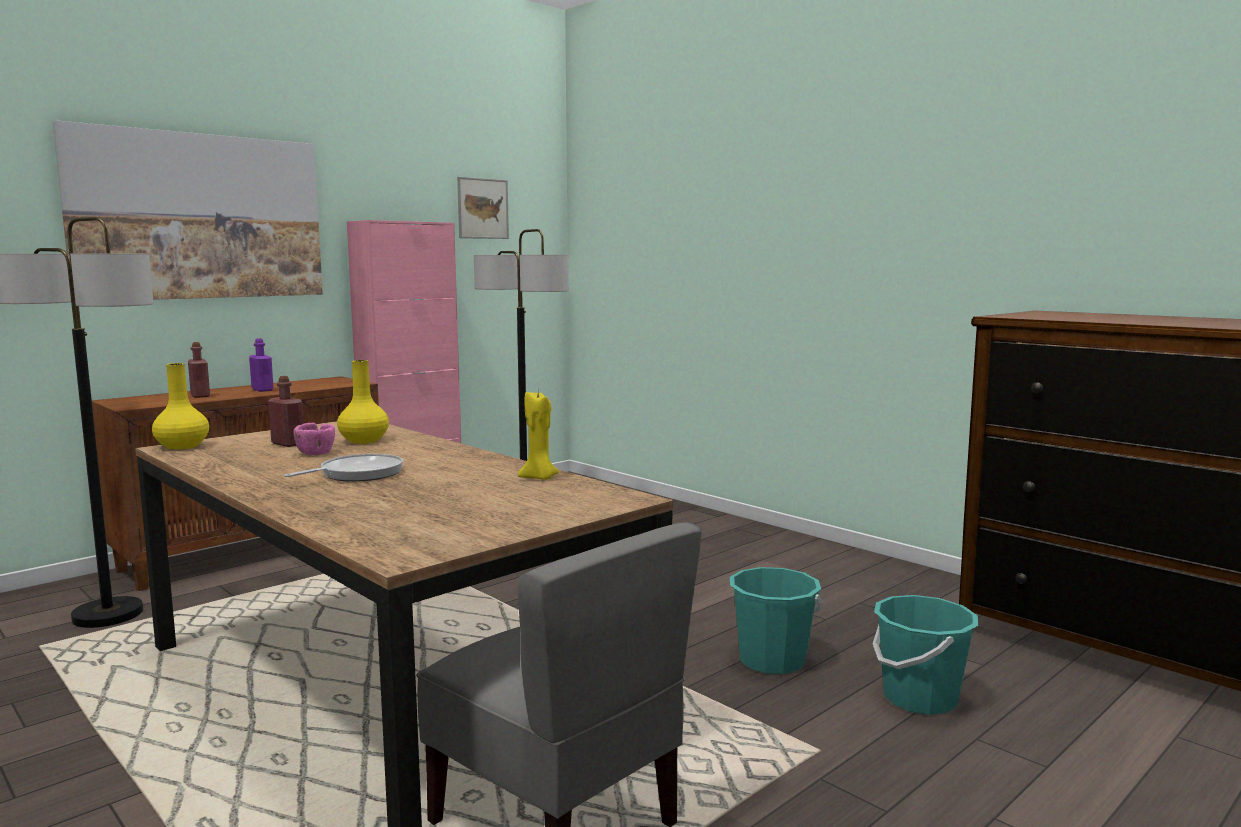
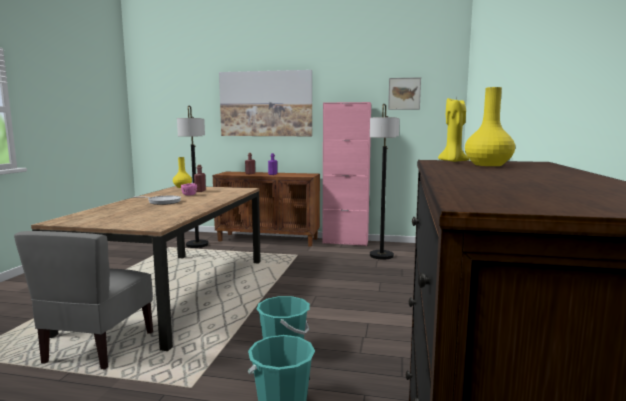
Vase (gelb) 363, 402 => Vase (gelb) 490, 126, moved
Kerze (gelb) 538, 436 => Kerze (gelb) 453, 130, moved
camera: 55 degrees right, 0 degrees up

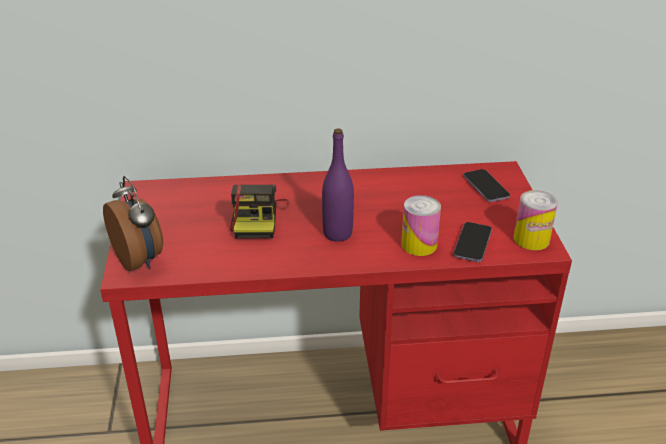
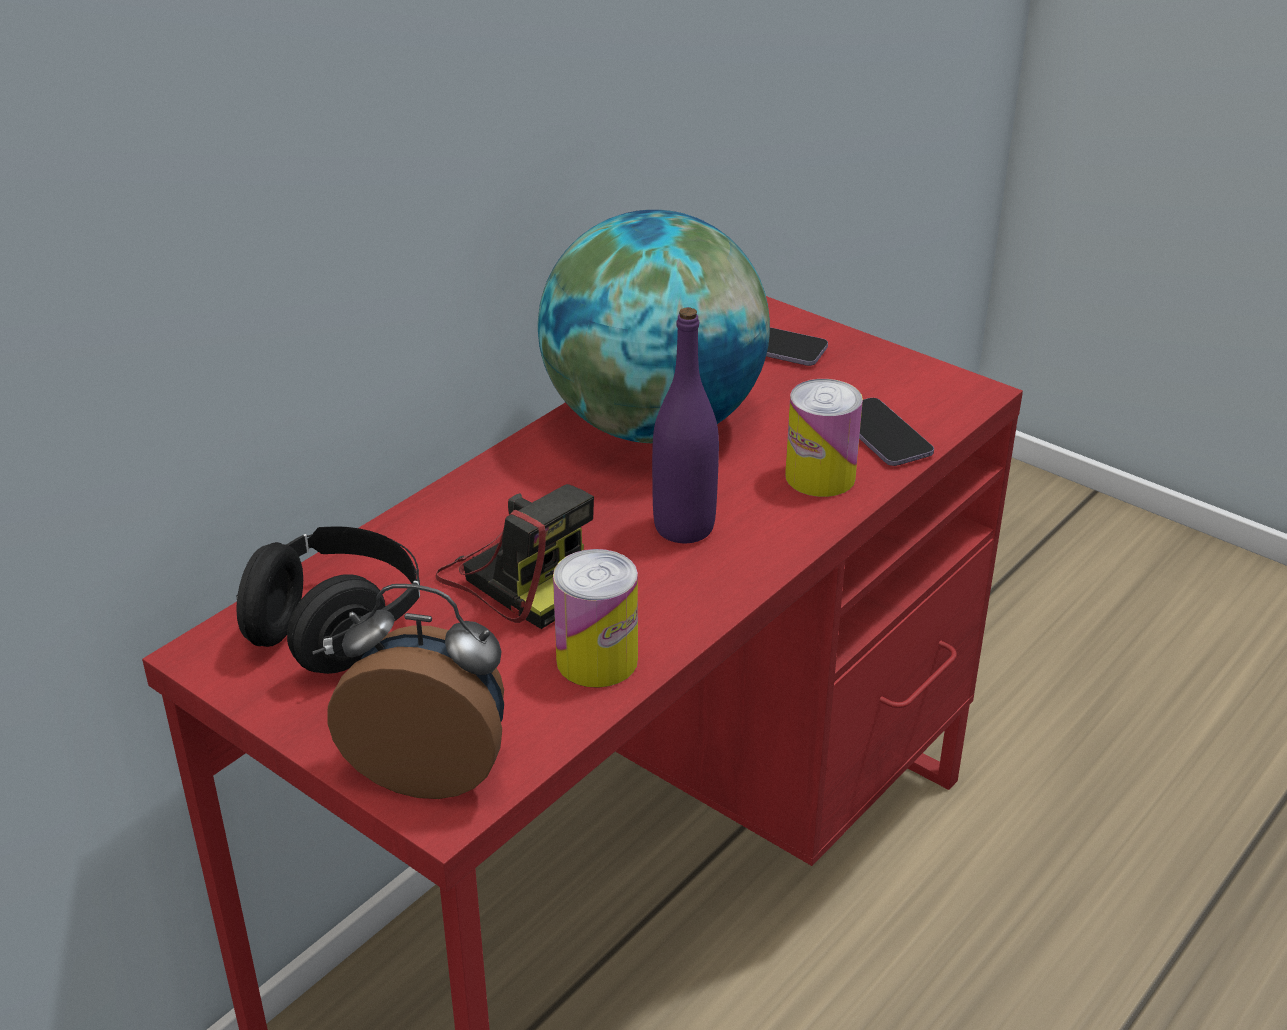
Dose 536, 220 => Dose 595, 618, moved
nothing => Kopfhörer (schwarz) 328, 600
nothing => Globus 654, 326
camera: 45 degrees left, 0 degrees up

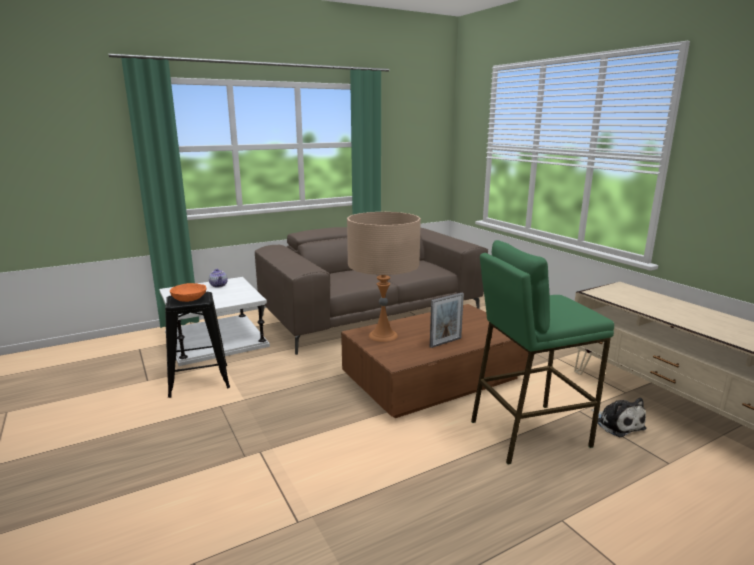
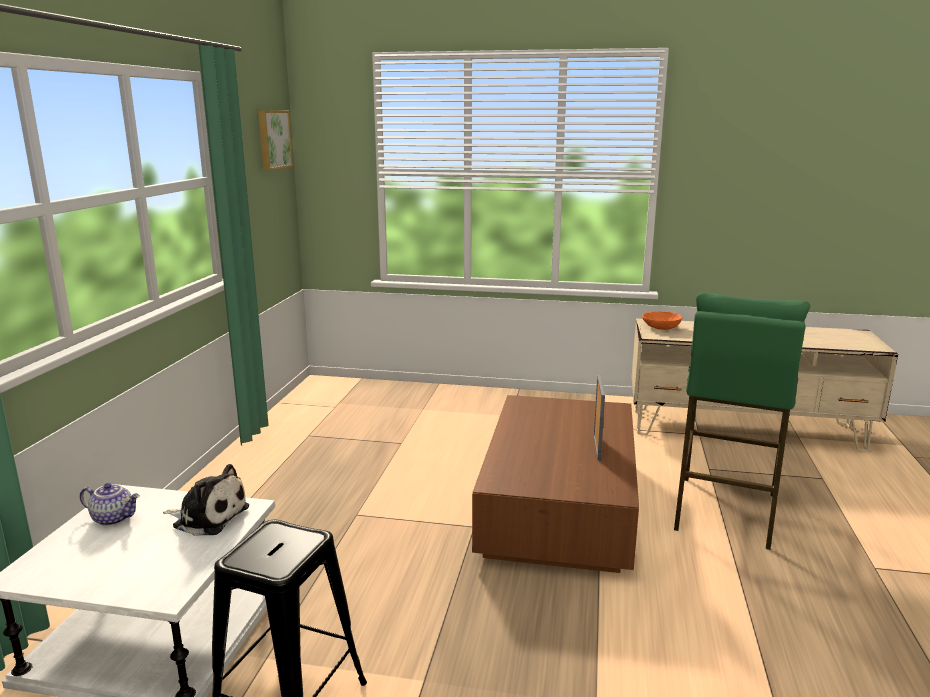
Schüssel (orange) 188, 292 => Schüssel (orange) 662, 320, moved
Sofa (braun) 371, 291 => nothing
Tischlampe (beige) 384, 277 => nothing
Plüschtier 618, 417 => Plüschtier 206, 500, moved
nothing => Bild 275, 140
camera: 50 degrees left, 0 degrees up

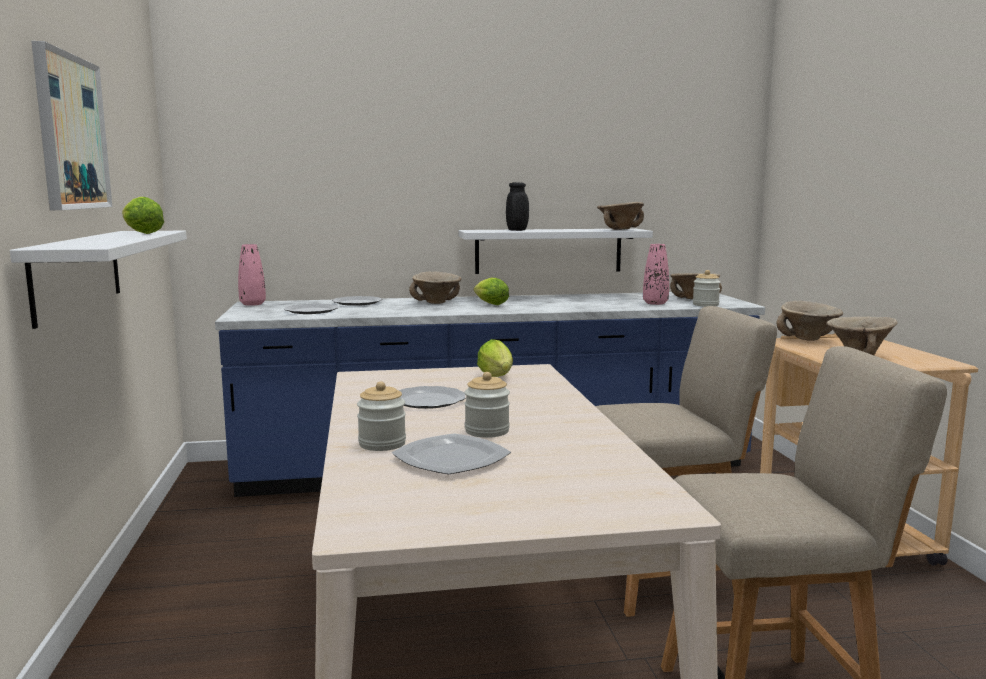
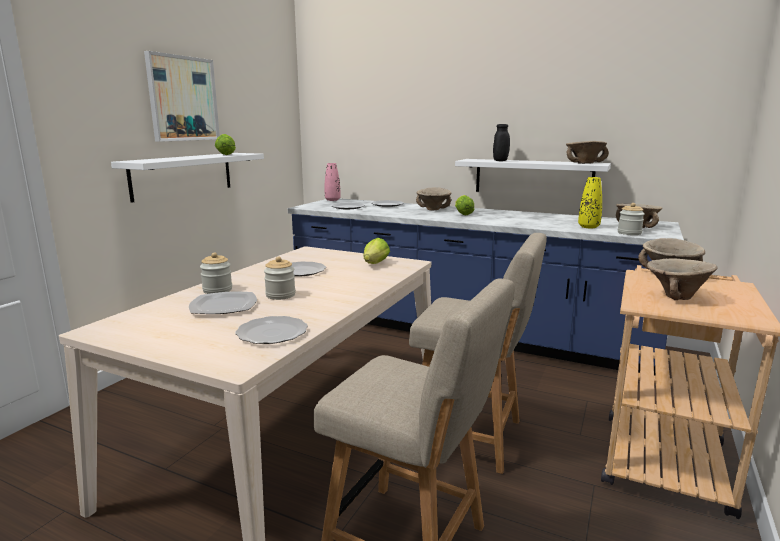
Vase (rosa) 656, 274 => Vase (gelb) 590, 202
nothing => Teller 271, 330
camera: 35 degrees right, 5 degrees up

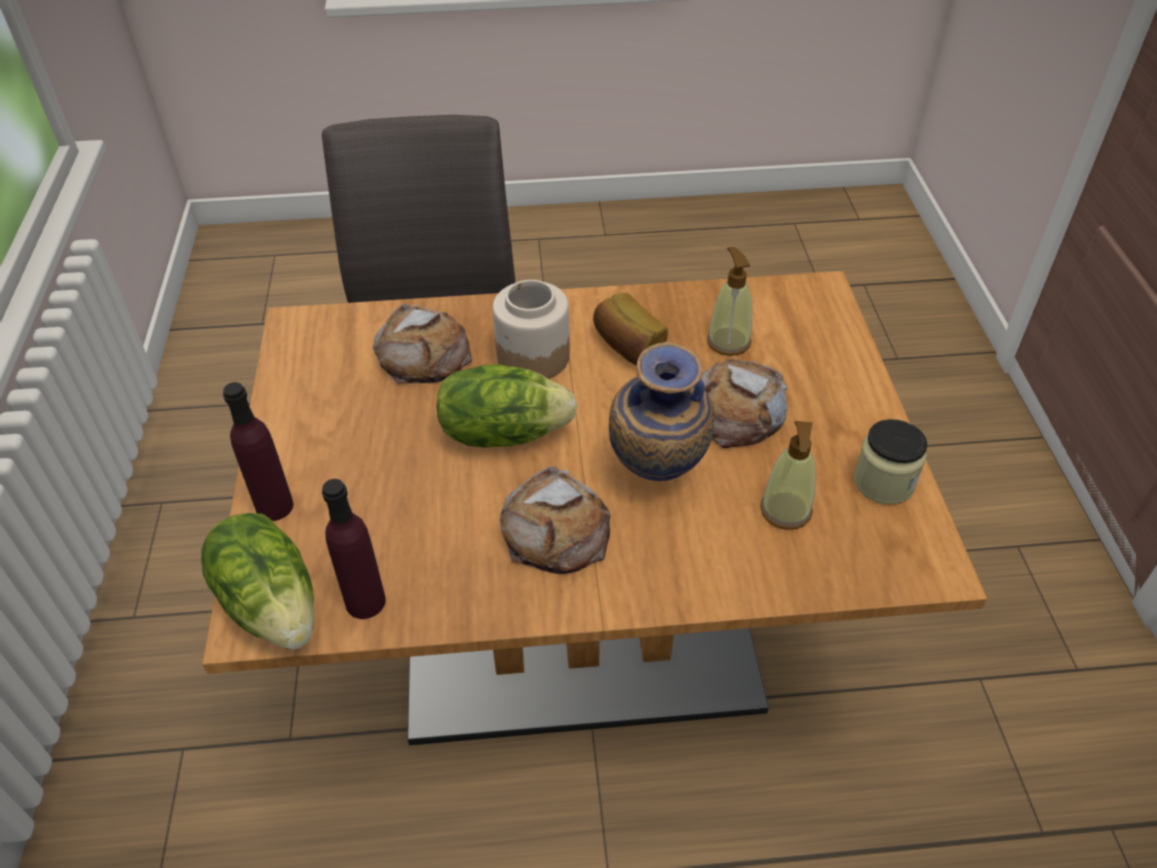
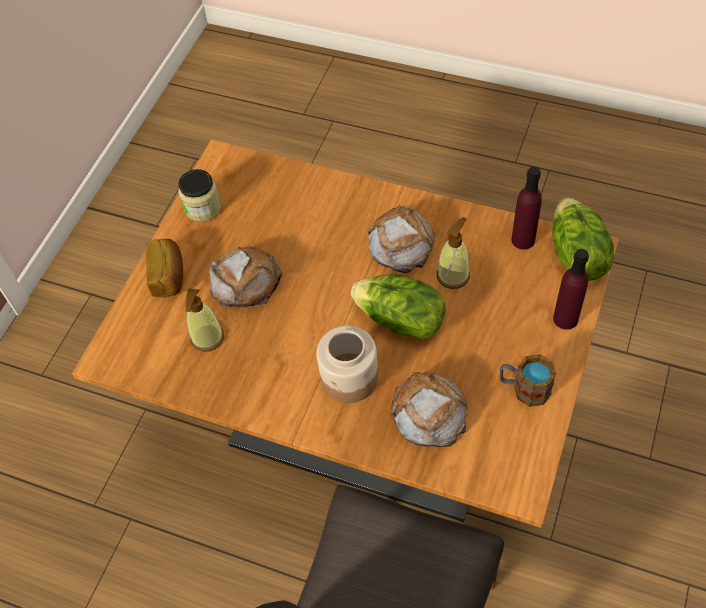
Brot 630, 329 => Brot 164, 268, moved
Vase 661, 411 => nothing
Seifenspender 788, 475 => Seifenspender 453, 253, moved
nothing => Henkelbecher 528, 380
camera: 150 degrees left, 10 degrees up

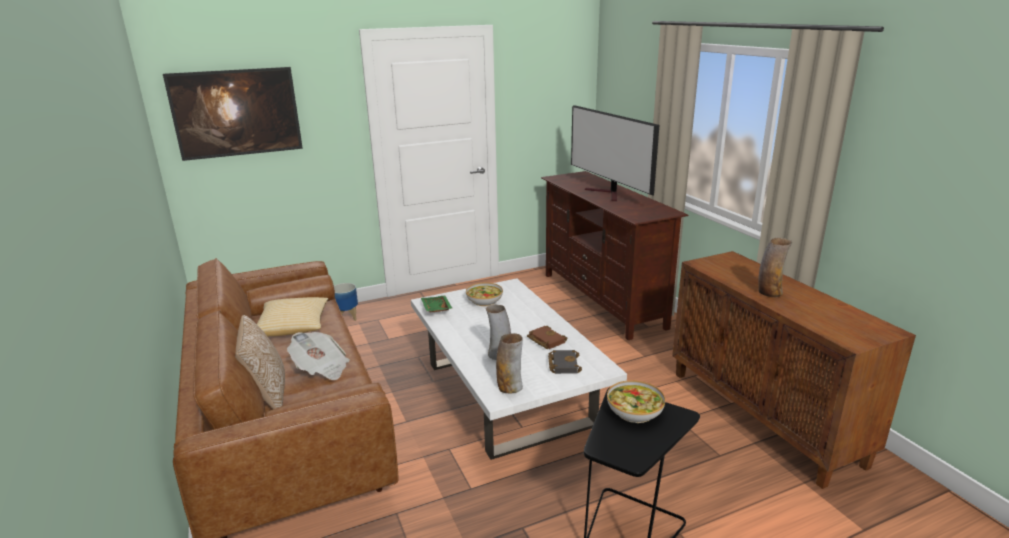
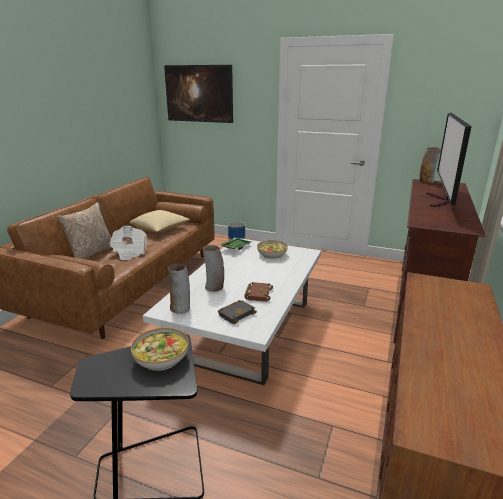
Vase 775, 267 => Vase 430, 165, moved
camera: 45 degrees right, 0 degrees up

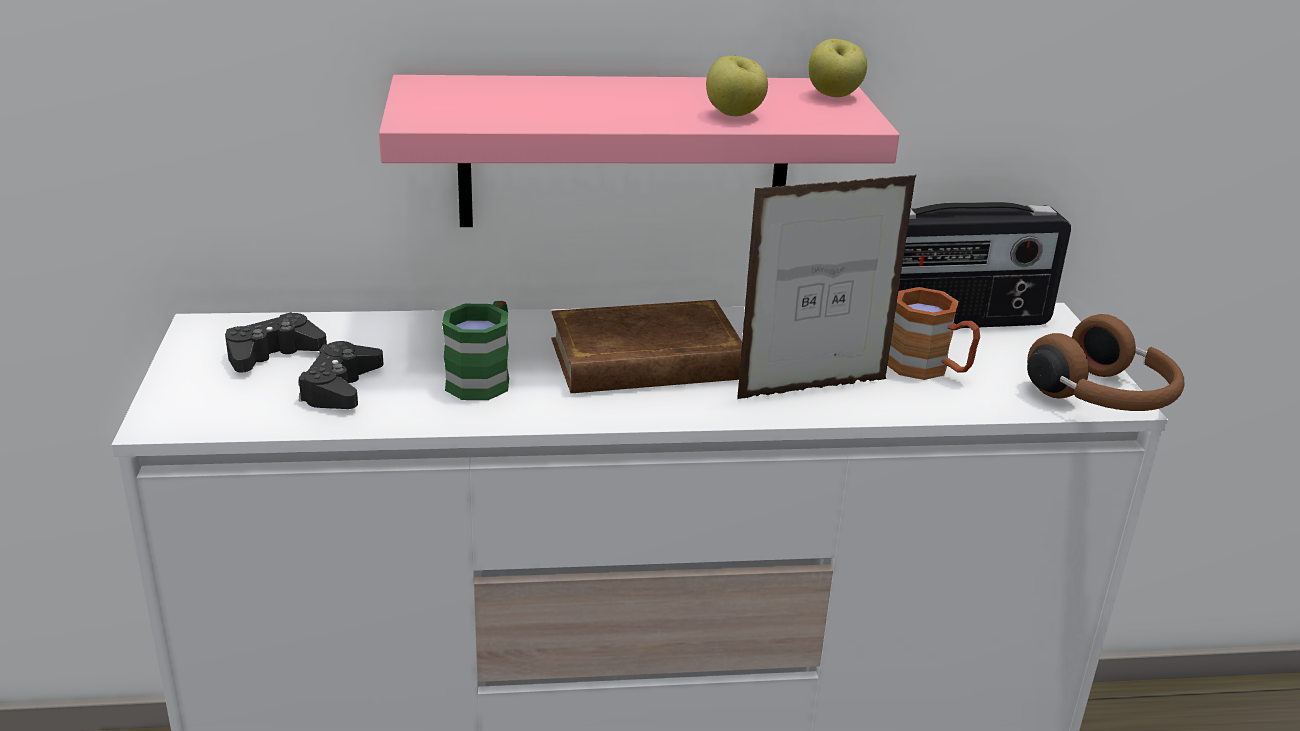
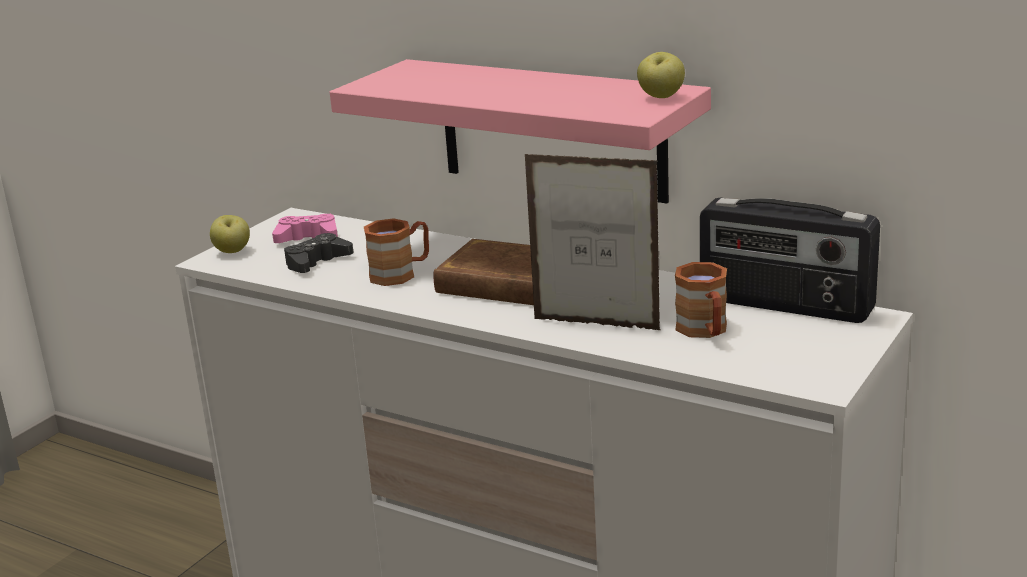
Gamepad (schwarz) 276, 342 => Gamepad (rosa) 305, 228
Henkelbecher (grün) 475, 350 => Henkelbecher (braun) 396, 252
Apfel 737, 86 => Apfel 230, 234, moved
Kopfhörer (braun) 1106, 362 => nothing
camera: 40 degrees right, 5 degrees down

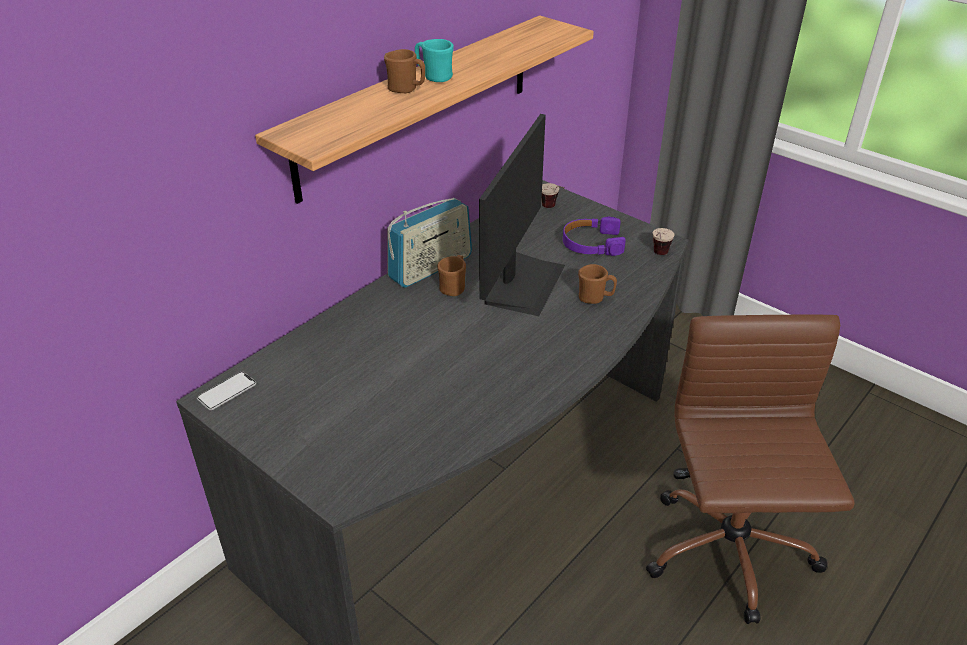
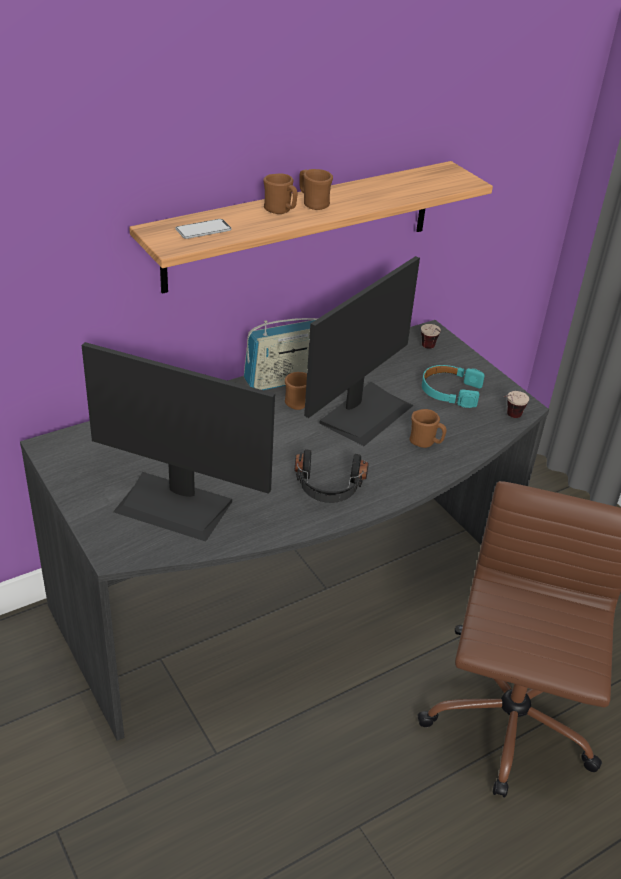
Handy 226, 391 => Handy 203, 229, moved
Henkelbecher (türkis) 434, 60 => Henkelbecher (braun) 316, 189
Kopfhörer (lila) 594, 236 => Kopfhörer (türkis) 453, 386
nothing => Monitor 178, 442
nothing => Kopfhörer (schwarz) 332, 476
camera: 15 degrees right, 0 degrees up

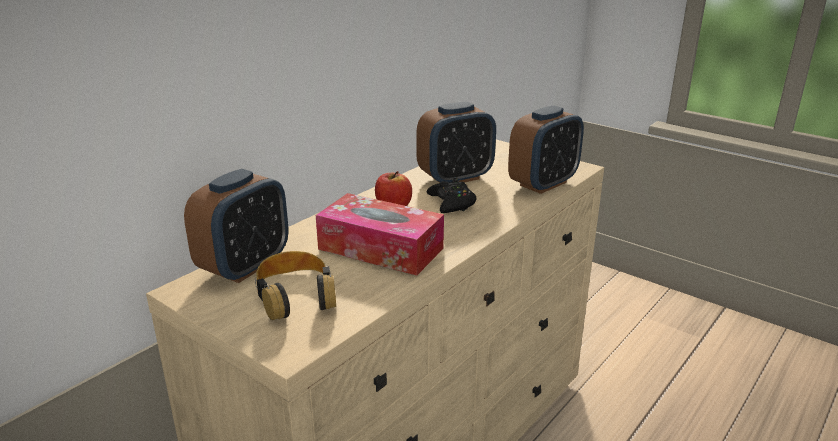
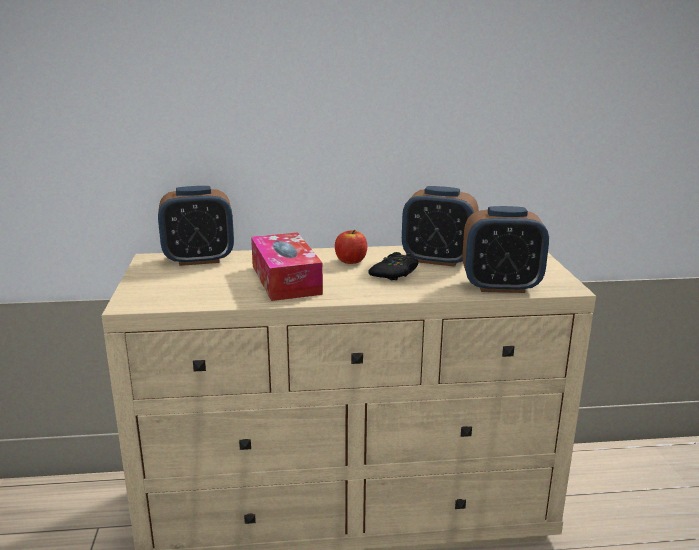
Kopfhörer 295, 285 => nothing
camera: 45 degrees right, 5 degrees down

